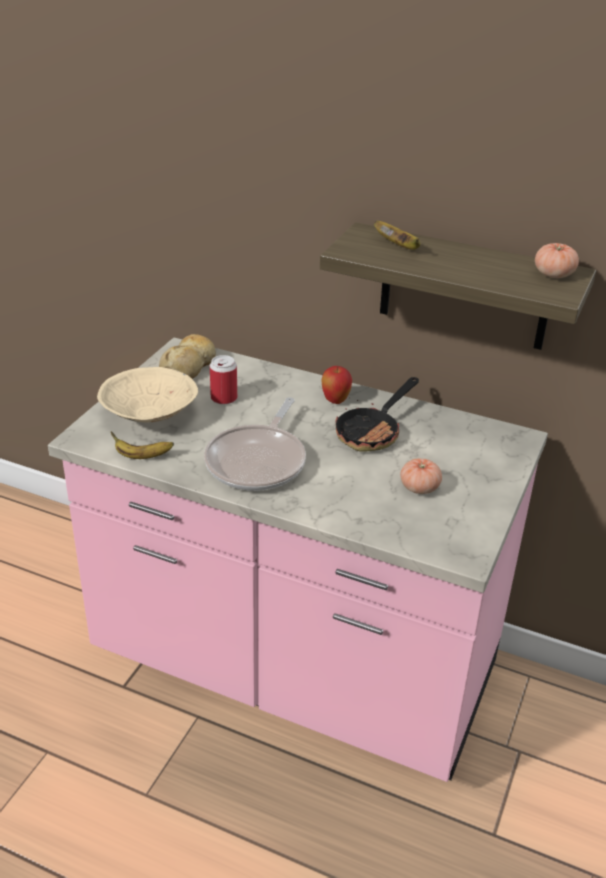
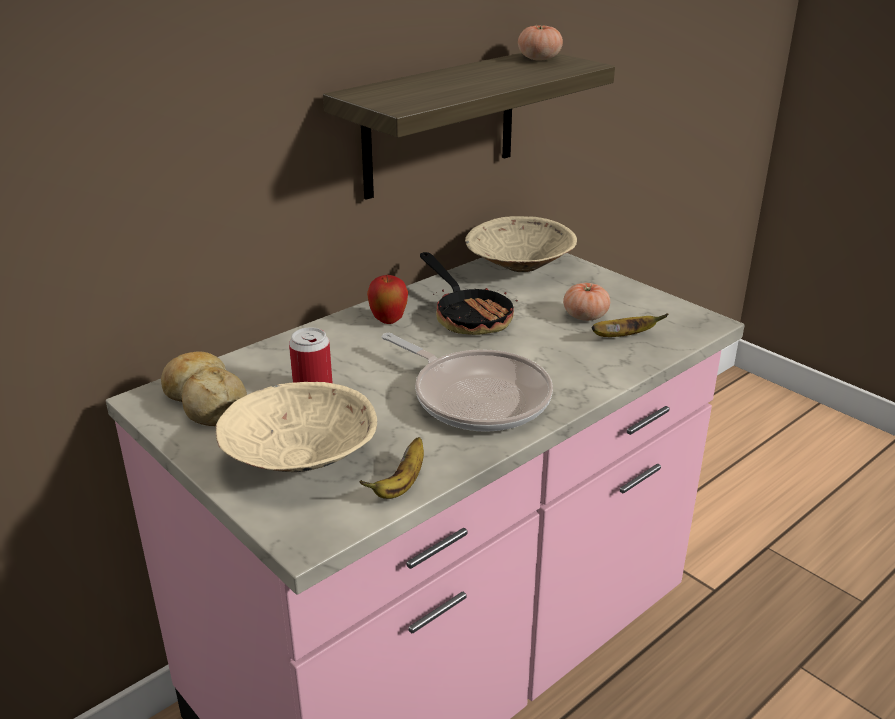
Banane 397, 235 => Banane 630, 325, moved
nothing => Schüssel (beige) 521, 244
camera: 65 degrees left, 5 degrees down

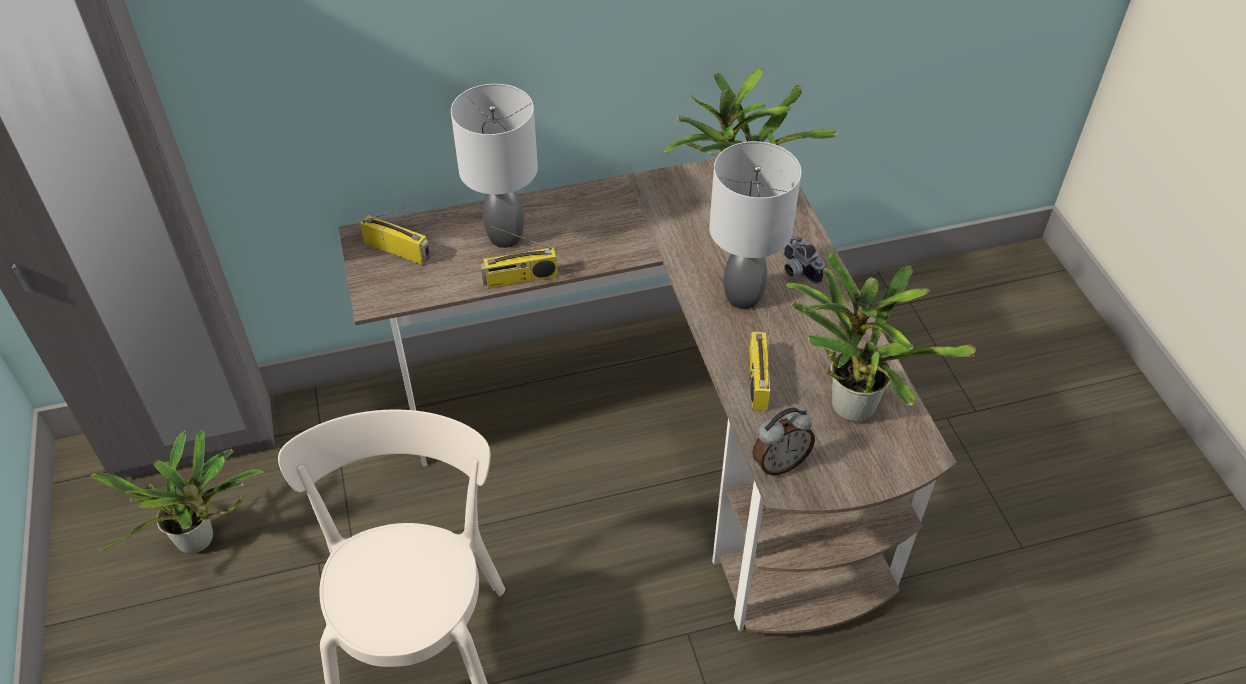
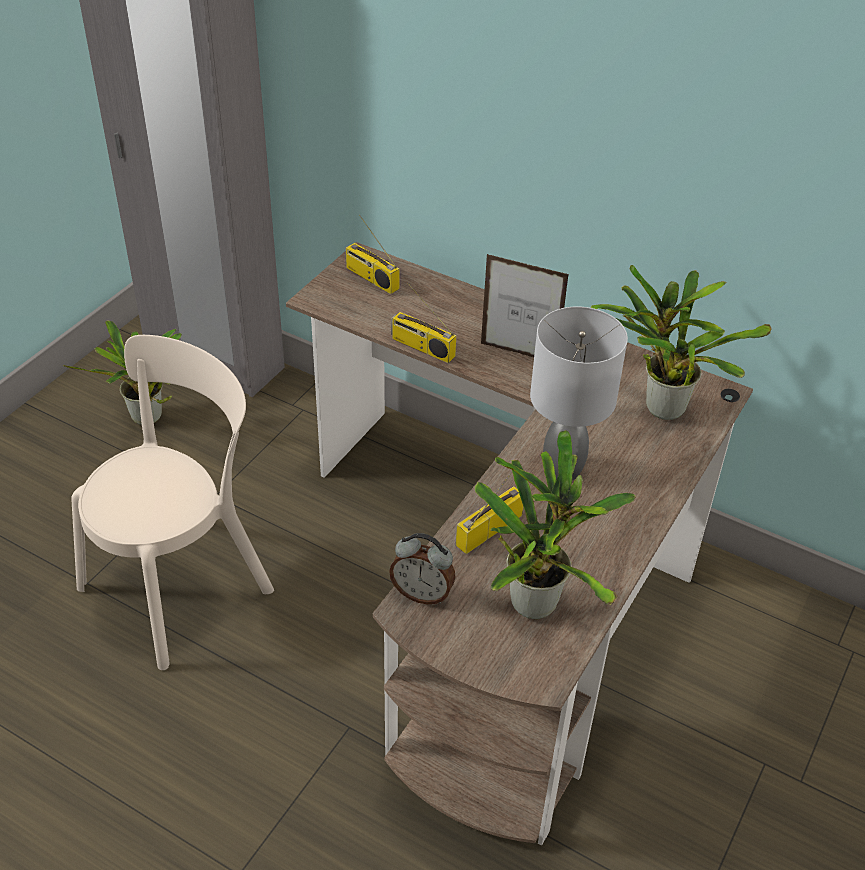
Radio 395, 235 => Radio 372, 254, 150 degrees clockwise
Tischlampe (grau) 494, 166 => nothing
Kamera 804, 259 => nothing
nothing => Bilderrahmen 525, 305
camera: 45 degrees right, 5 degrees down

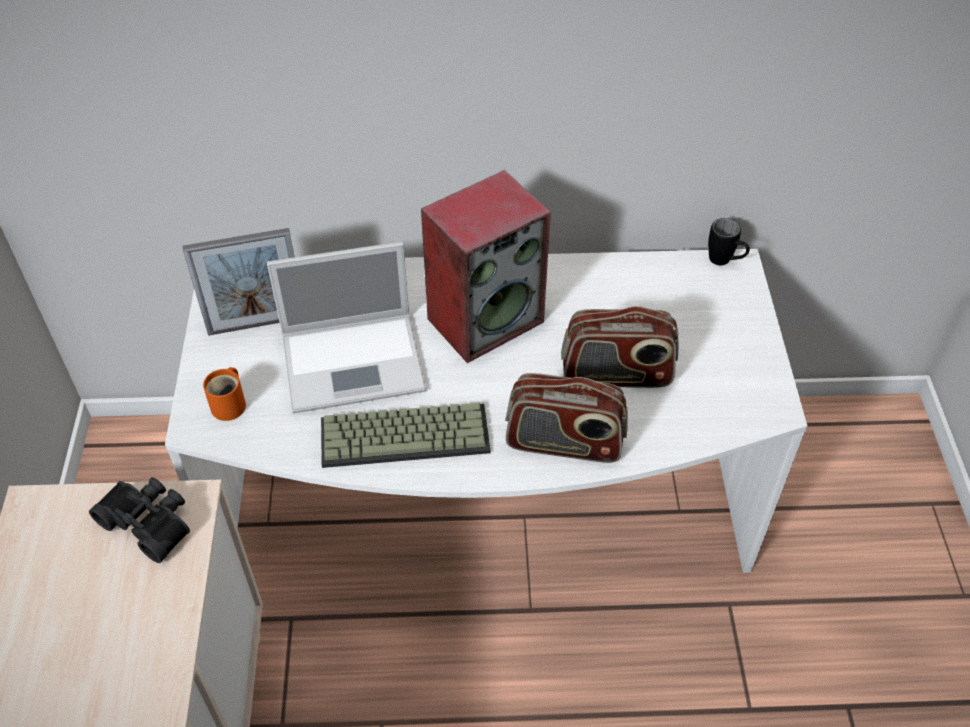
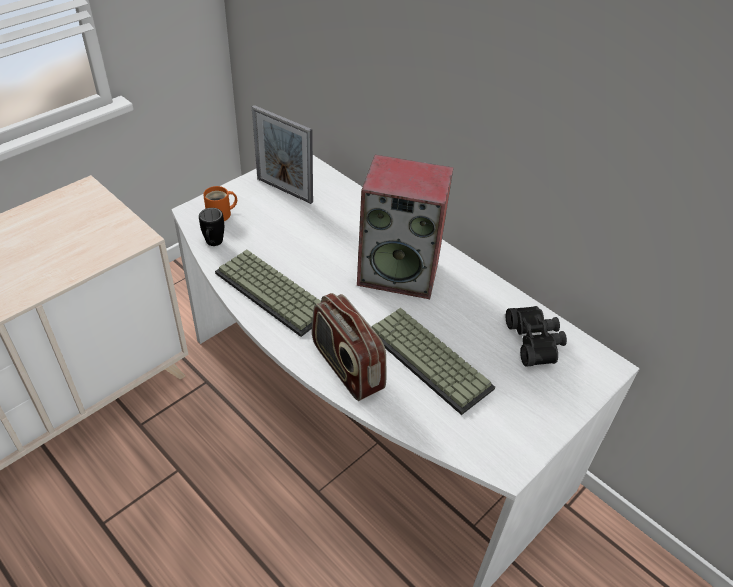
Fernglas (schwarz) 139, 520 => Fernglas (schwarz) 536, 336, moved
Laptop 346, 328 => nothing
Radio 620, 347 => Tastatur 433, 361
Henkelbecher (schwarz) 729, 241 => Henkelbecher (schwarz) 211, 227, moved
camera: 45 degrees right, 5 degrees down

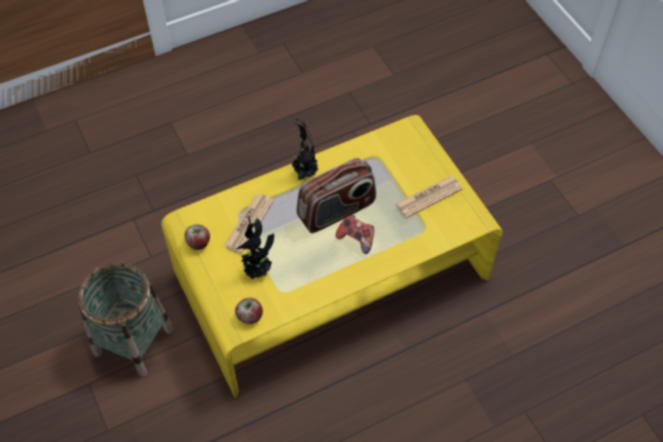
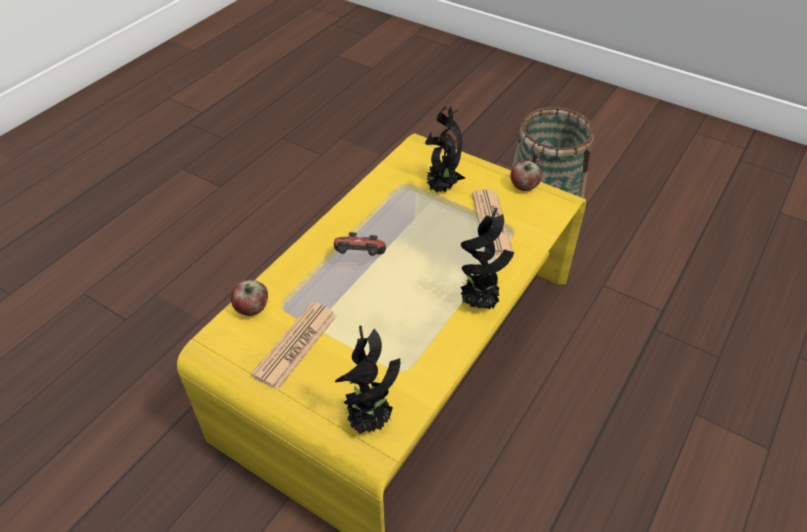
Apfel 249, 311 => Apfel 249, 298, moved
Radio 336, 195 => nothing
nothing => Topfpflanze 367, 380
camera: 150 degrees right, 10 degrees down

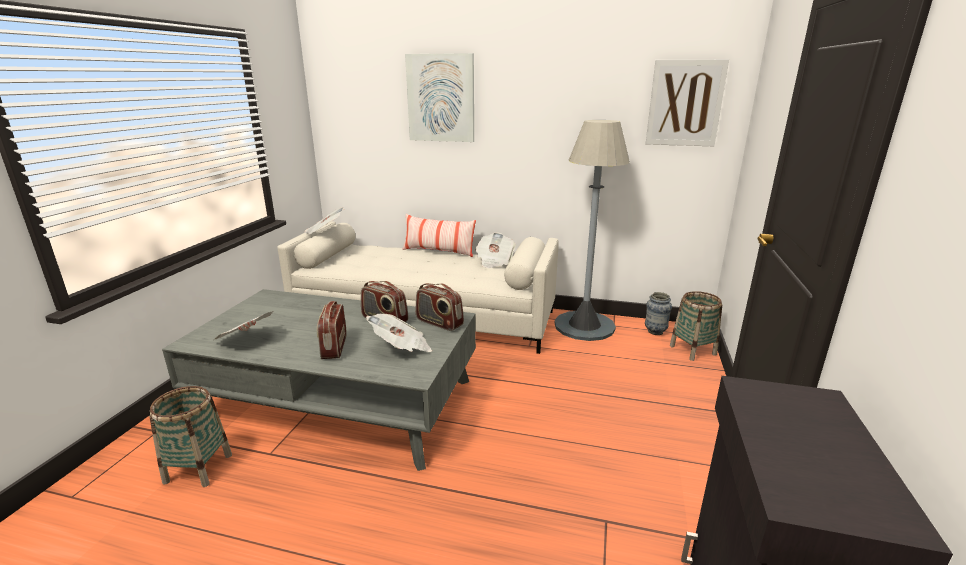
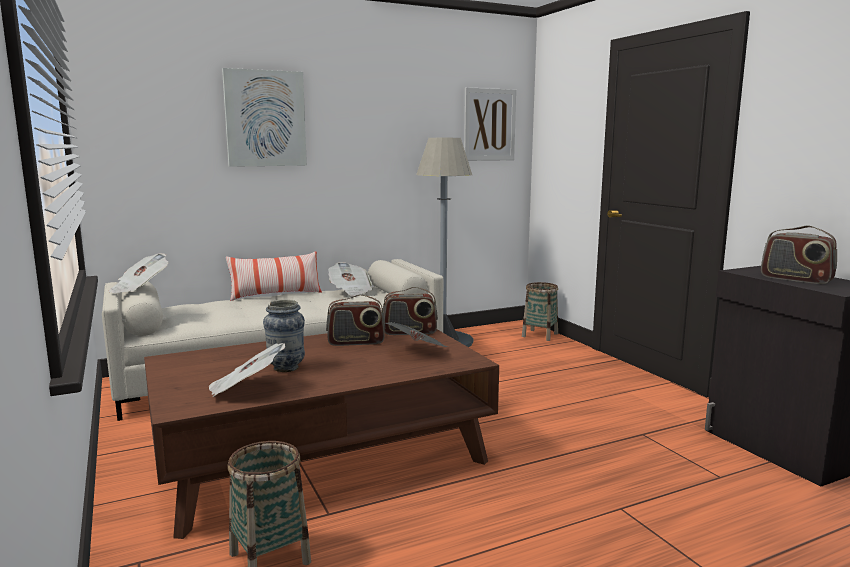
Couchtisch (grau) 319, 380 => Couchtisch (braun) 321, 434
Radio 332, 330 => Radio 799, 254, moved
Vase 658, 313 => Vase 284, 336, moved
camera: 40 degrees left, 10 degrees down

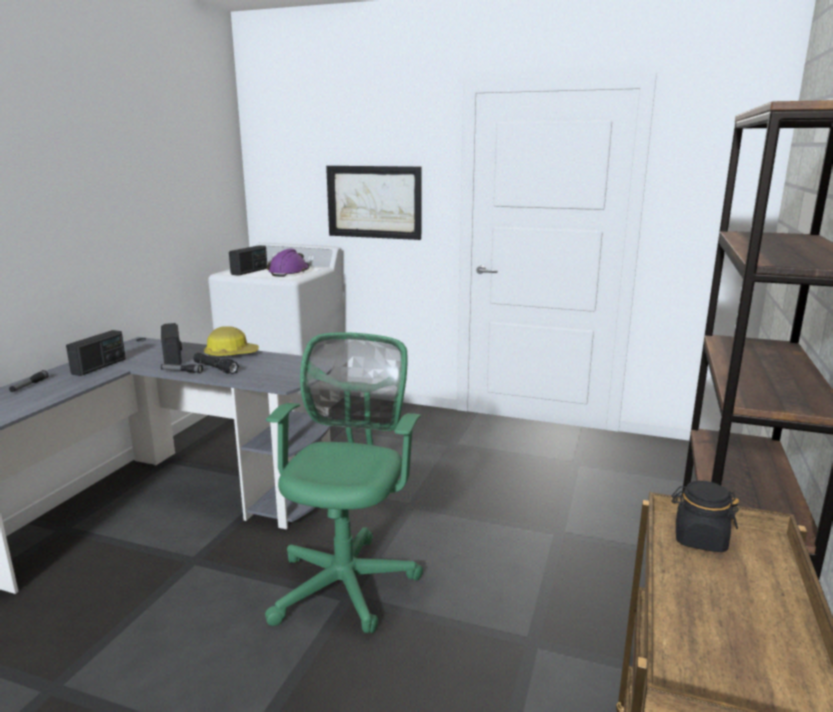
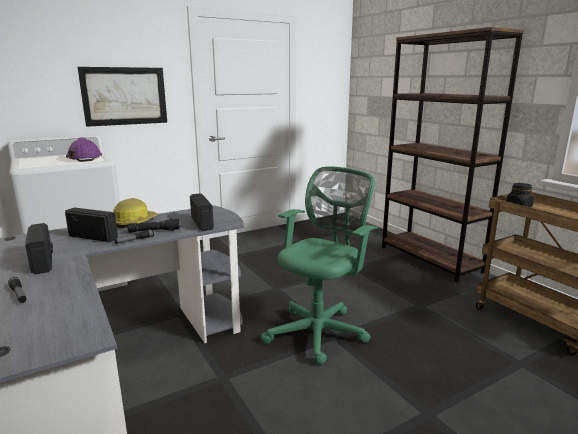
Radio 248, 260 => Radio 202, 212, moved
Bürostuhl (grün) 344, 482 => Bürostuhl (grün) 319, 265, 75 degrees clockwise
camera: 50 degrees left, 0 degrees up

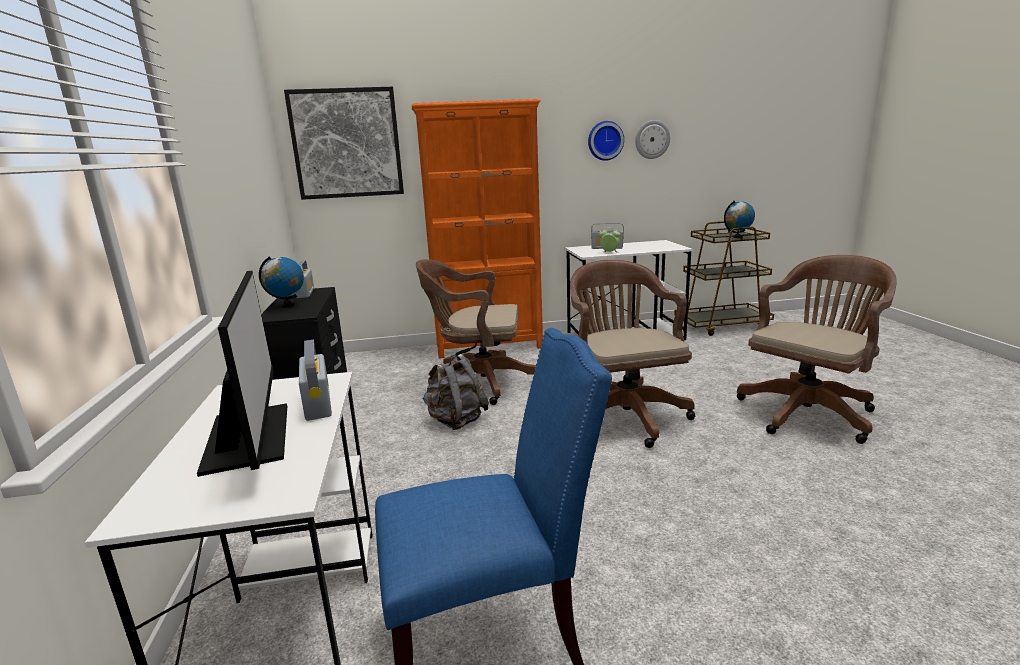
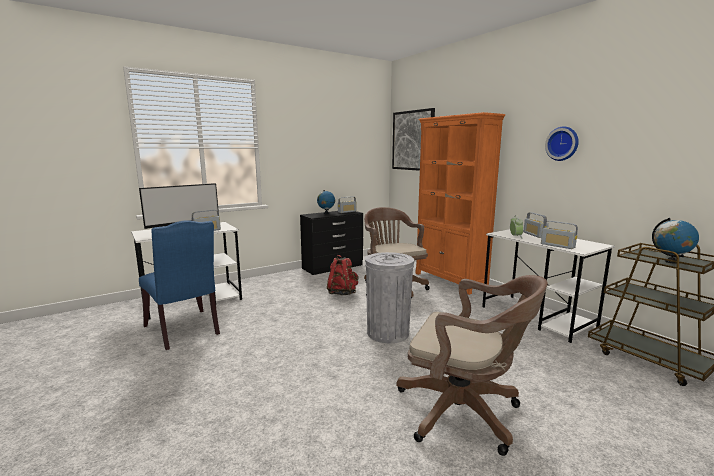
Rucksack (grau) 456, 392 => Rucksack (rot) 343, 275
Bürostuhl (braun) 632, 354 => Mülleimer (grau) 389, 297
Wanduhr 652, 139 => nothing
nothing => Radio 559, 235
camera: 65 degrees right, 5 degrees down

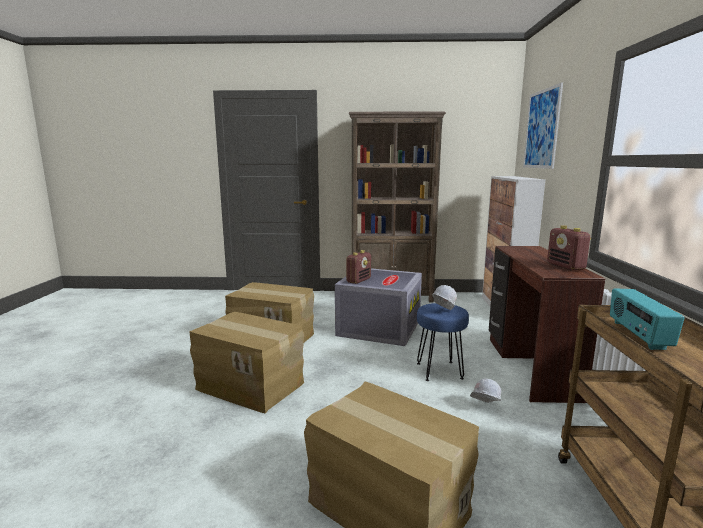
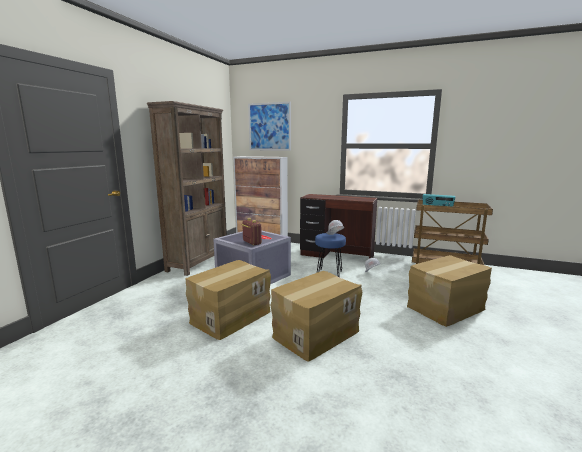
Radio 569, 247 => nothing
camera: 70 degrees left, 0 degrees up

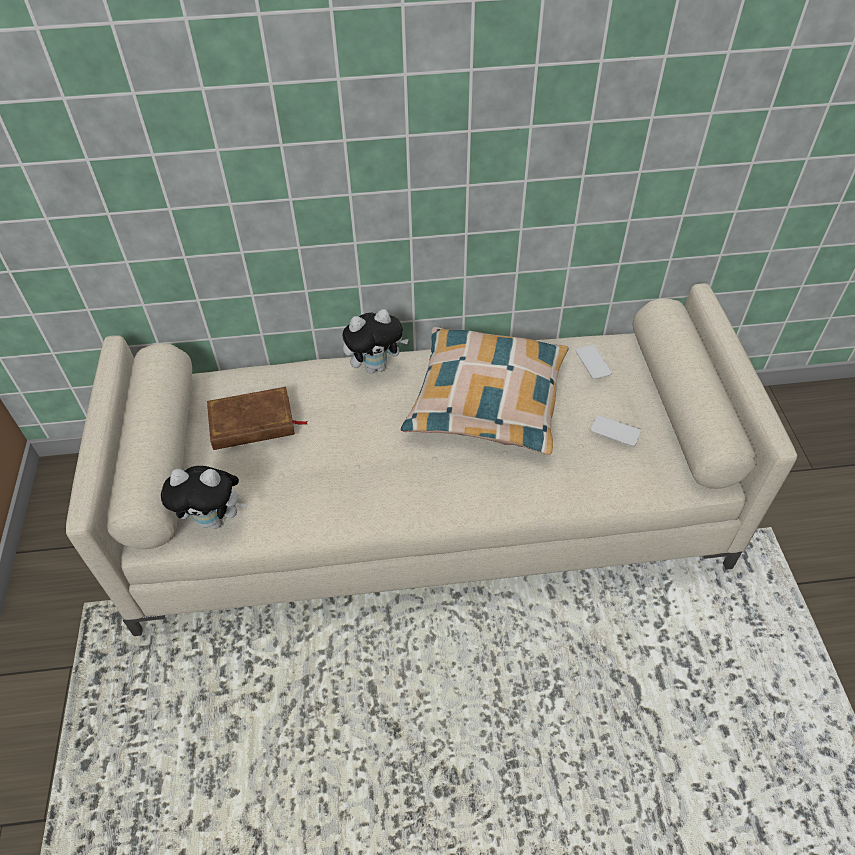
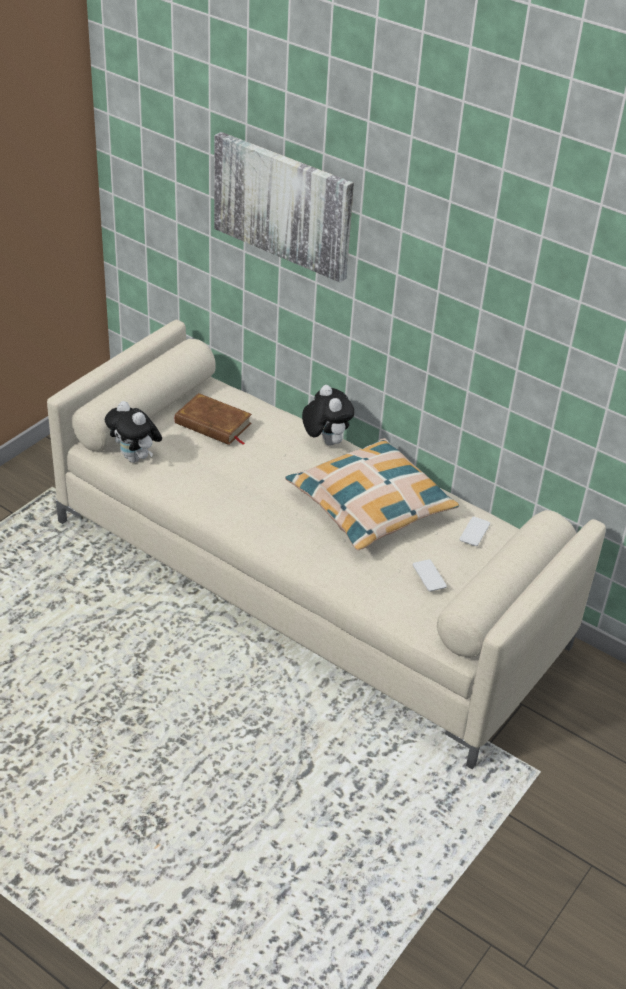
Plüschtier 375, 341 => Plüschtier 328, 415, 135 degrees counterclockwise
nothing => Bild 284, 207
camera: 40 degrees right, 10 degrees down

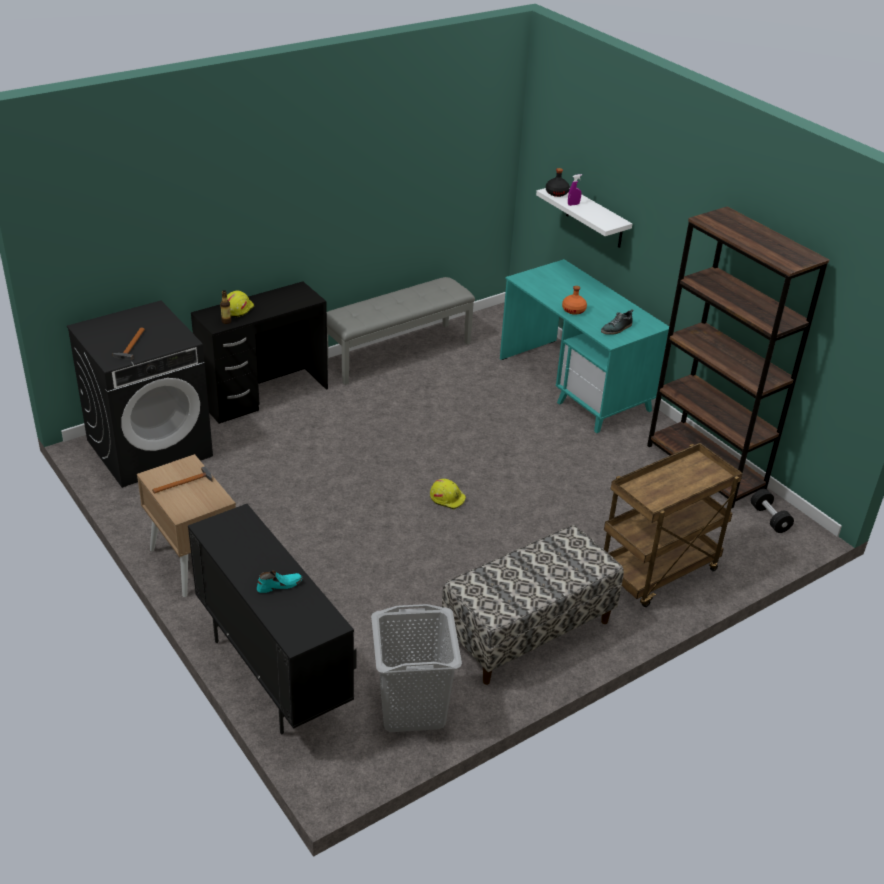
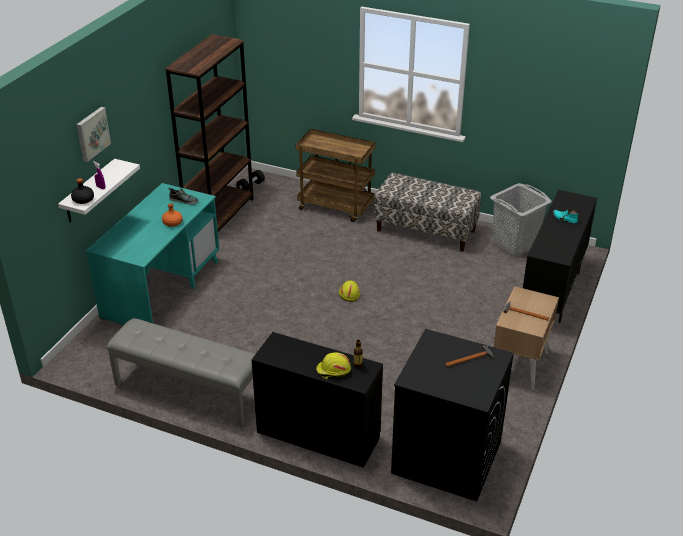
nothing => Bild 93, 134
camera: 120 degrees left, 0 degrees up

